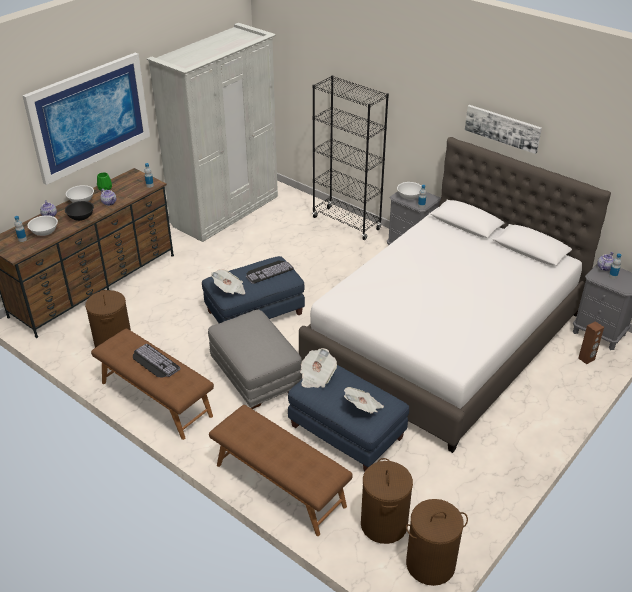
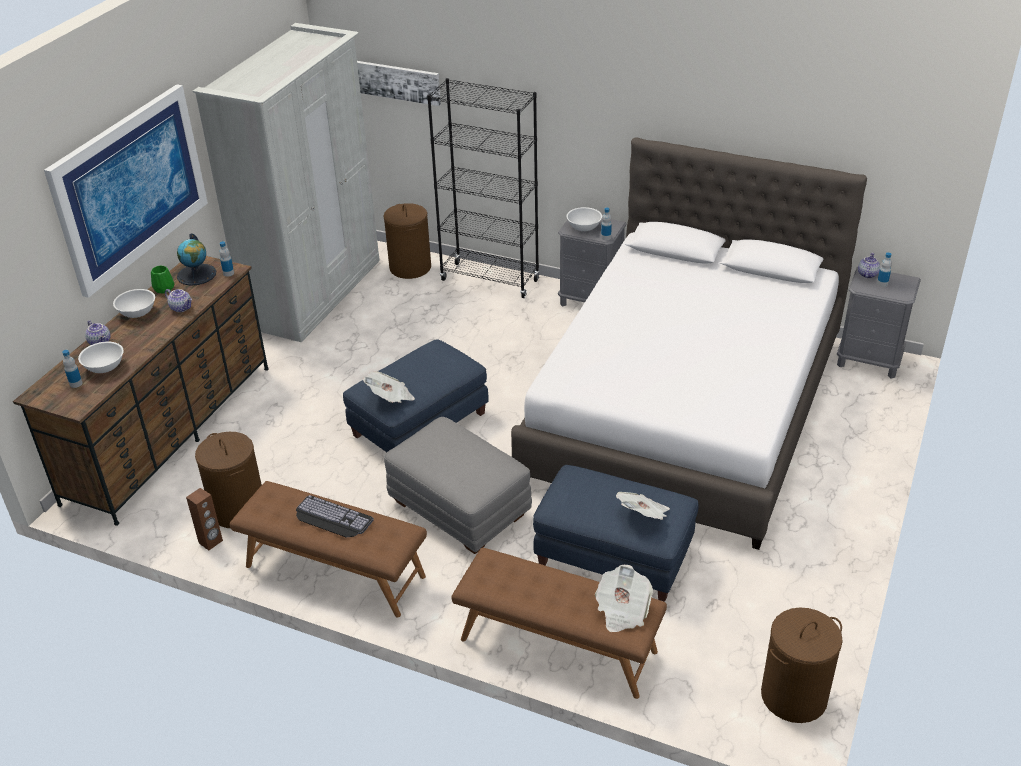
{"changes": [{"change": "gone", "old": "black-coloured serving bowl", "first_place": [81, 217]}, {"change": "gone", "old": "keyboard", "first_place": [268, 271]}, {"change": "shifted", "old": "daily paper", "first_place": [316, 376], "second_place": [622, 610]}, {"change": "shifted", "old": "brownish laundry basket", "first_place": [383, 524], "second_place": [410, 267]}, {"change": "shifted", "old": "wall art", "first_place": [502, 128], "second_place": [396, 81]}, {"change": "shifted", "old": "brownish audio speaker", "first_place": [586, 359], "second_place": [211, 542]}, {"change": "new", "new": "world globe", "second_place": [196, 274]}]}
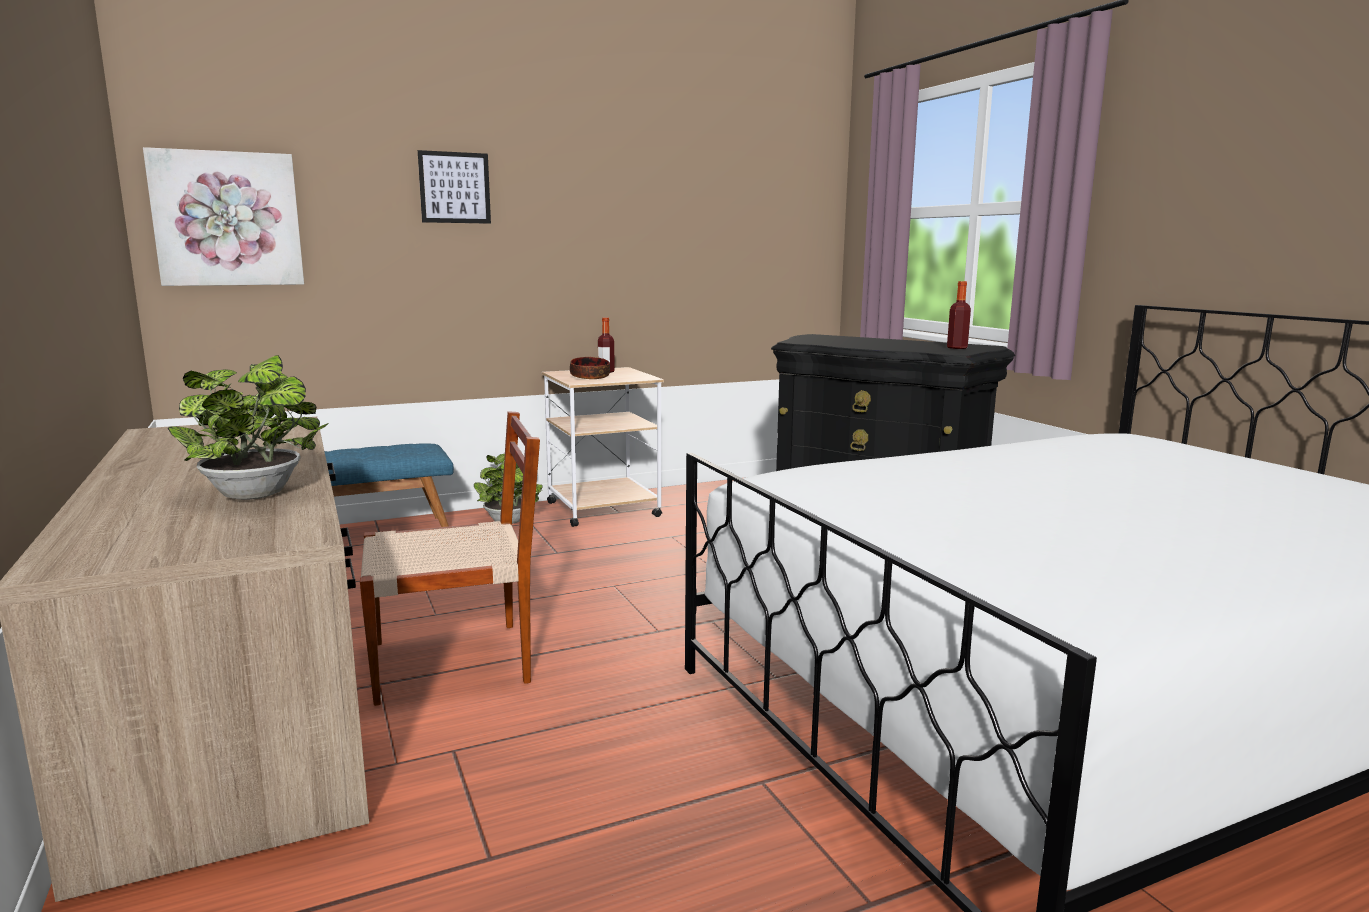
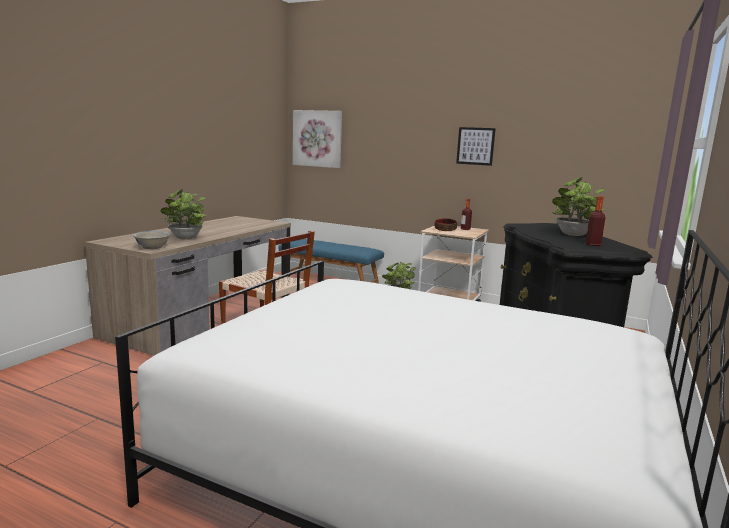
{"changes": [{"change": "shifted", "old": "wall art", "first_place": [454, 187], "second_place": [475, 146]}, {"change": "new", "new": "whitish serving bowl", "second_place": [152, 247]}, {"change": "new", "new": "houseplant", "second_place": [573, 235]}]}
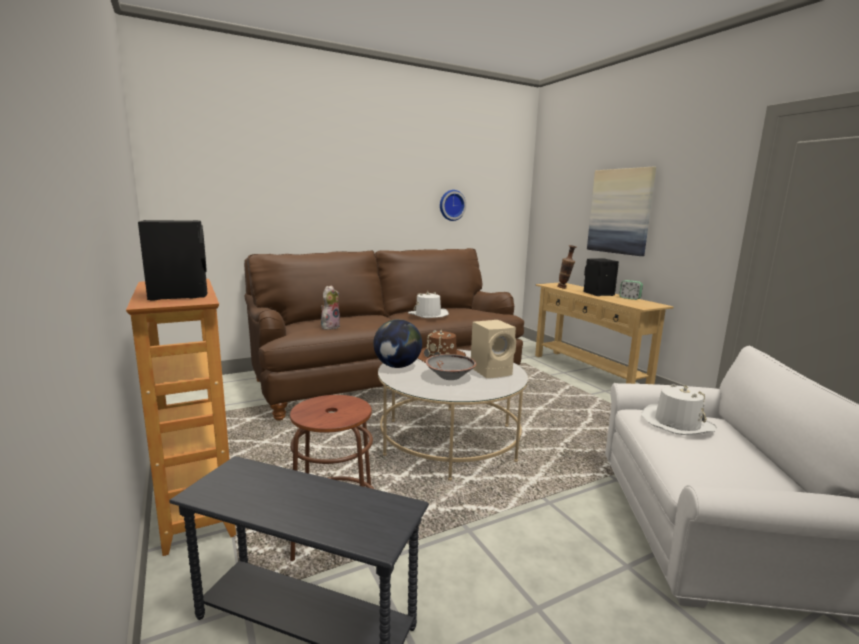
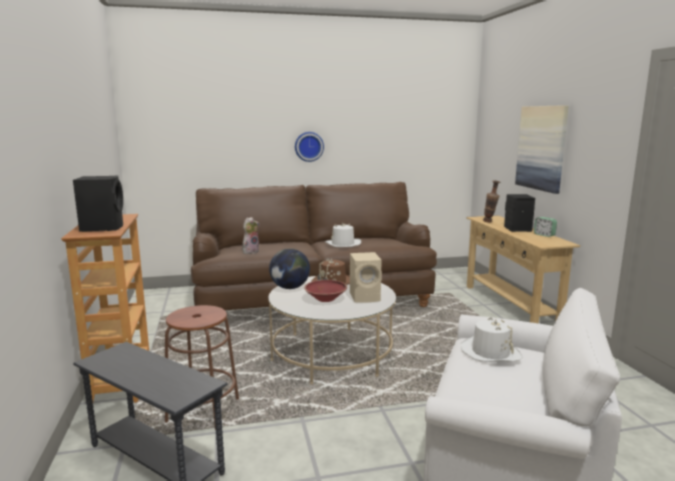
{"changes": [{"change": "repainted", "old": "greyish serving bowl", "new": "red serving bowl", "first_place": [450, 376], "second_place": [325, 299]}, {"change": "shifted", "old": "wall clock", "first_place": [451, 205], "second_place": [308, 146]}]}
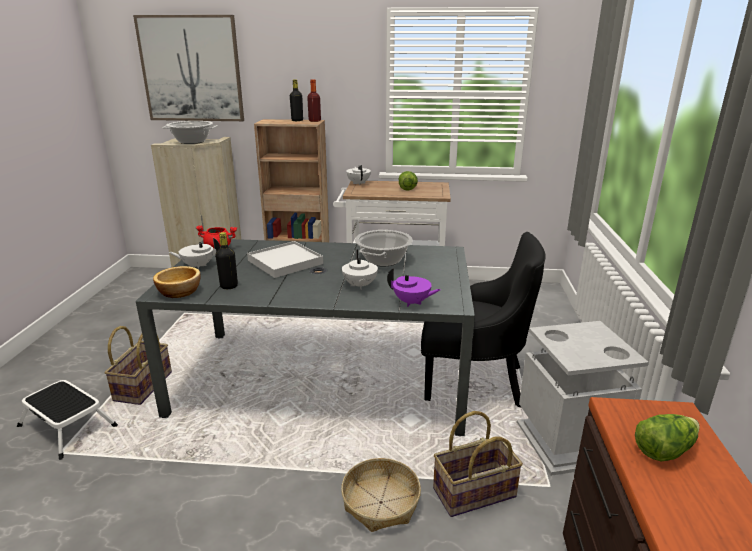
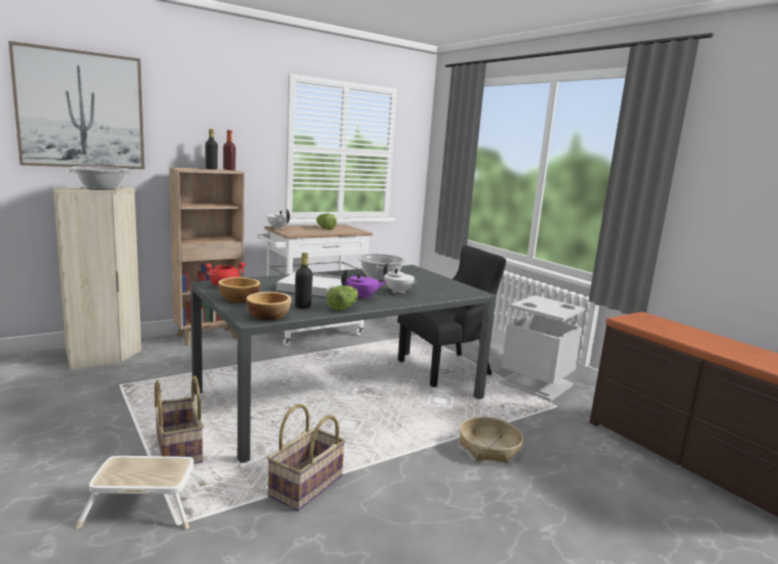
{"changes": [{"change": "repainted", "old": "black-coloured step ladder", "new": "beige step ladder", "first_place": [67, 426], "second_place": [144, 505]}, {"change": "swapped", "old": "whitish pot for tea", "new": "serving bowl", "first_place": [197, 266], "second_place": [238, 299]}, {"change": "shifted", "old": "purplish pot for tea", "first_place": [412, 302], "second_place": [362, 297]}, {"change": "shifted", "old": "household basket", "first_place": [474, 493], "second_place": [307, 486]}, {"change": "shifted", "old": "lettuce", "first_place": [664, 449], "second_place": [343, 307]}]}
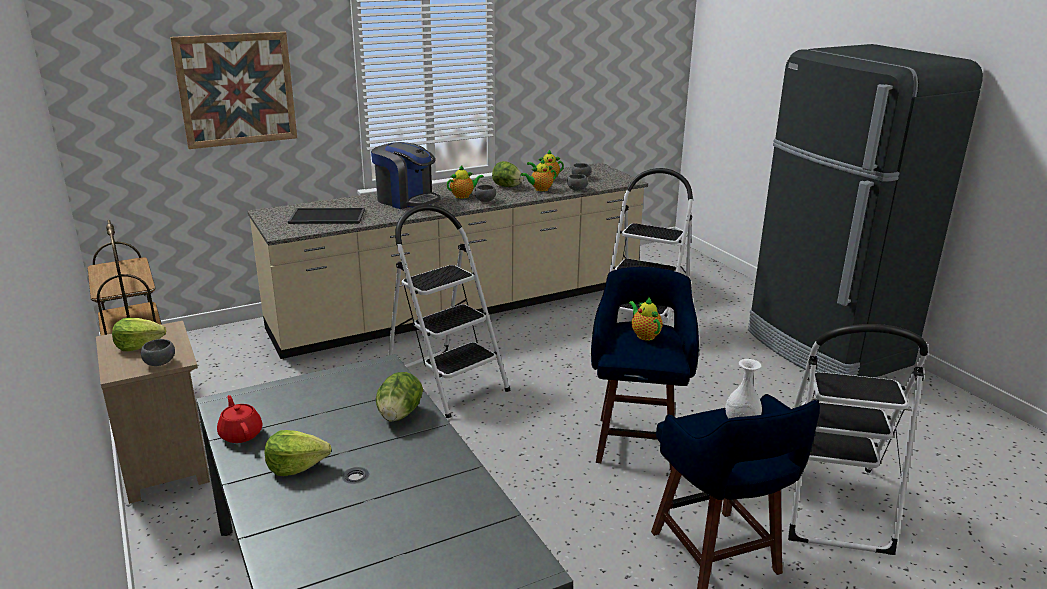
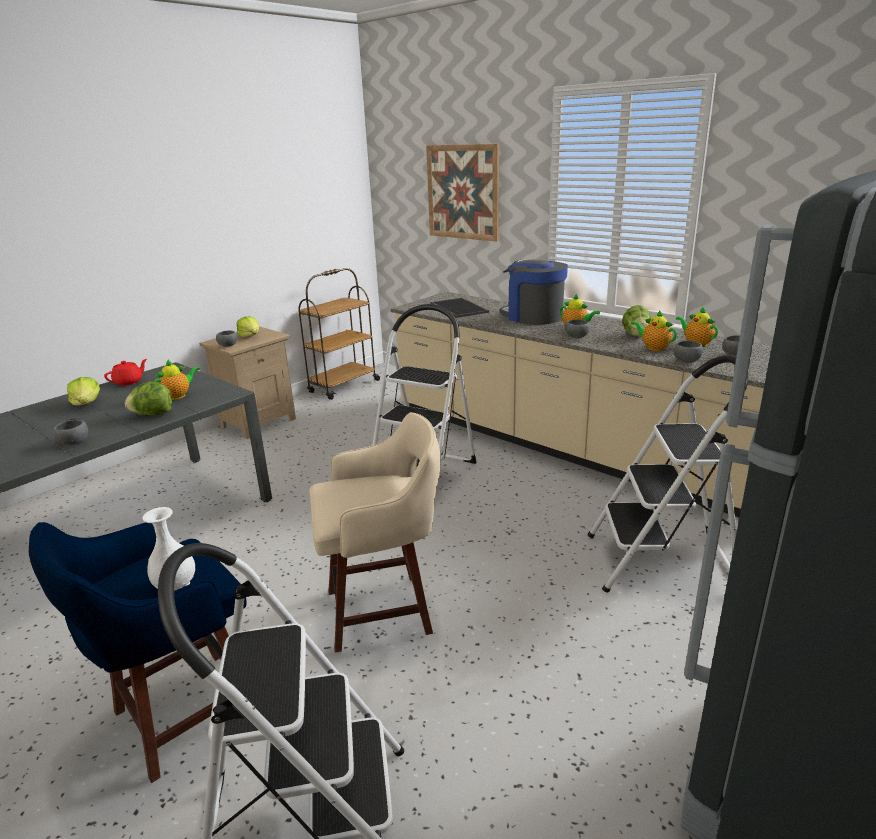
{"changes": [{"change": "rotated", "old": "coffee machine", "first_place": [406, 200], "second_place": [533, 316], "degrees": 120}, {"change": "repainted", "old": "blue-coloured sitting stool", "new": "beige sitting stool", "first_place": [637, 440], "second_place": [384, 611]}, {"change": "shifted", "old": "pot for tea", "first_place": [644, 335], "second_place": [178, 396]}, {"change": "new", "new": "greyish serving bowl", "second_place": [74, 442]}]}
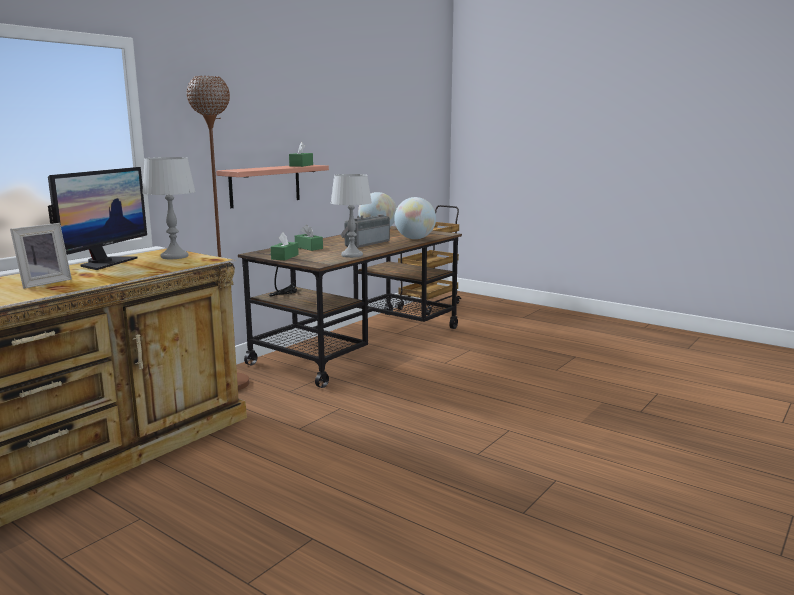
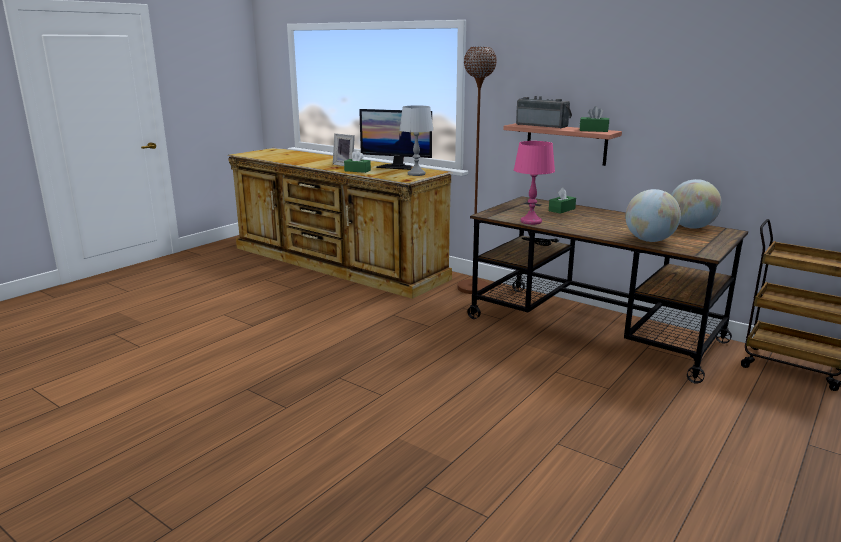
{"changes": [{"change": "shifted", "old": "green tissue box", "first_place": [285, 257], "second_place": [357, 170]}, {"change": "repainted", "old": "greyish table lamp", "new": "pink-coloured table lamp", "first_place": [352, 255], "second_place": [530, 221]}, {"change": "shifted", "old": "radio set", "first_place": [365, 243], "second_place": [543, 125]}]}
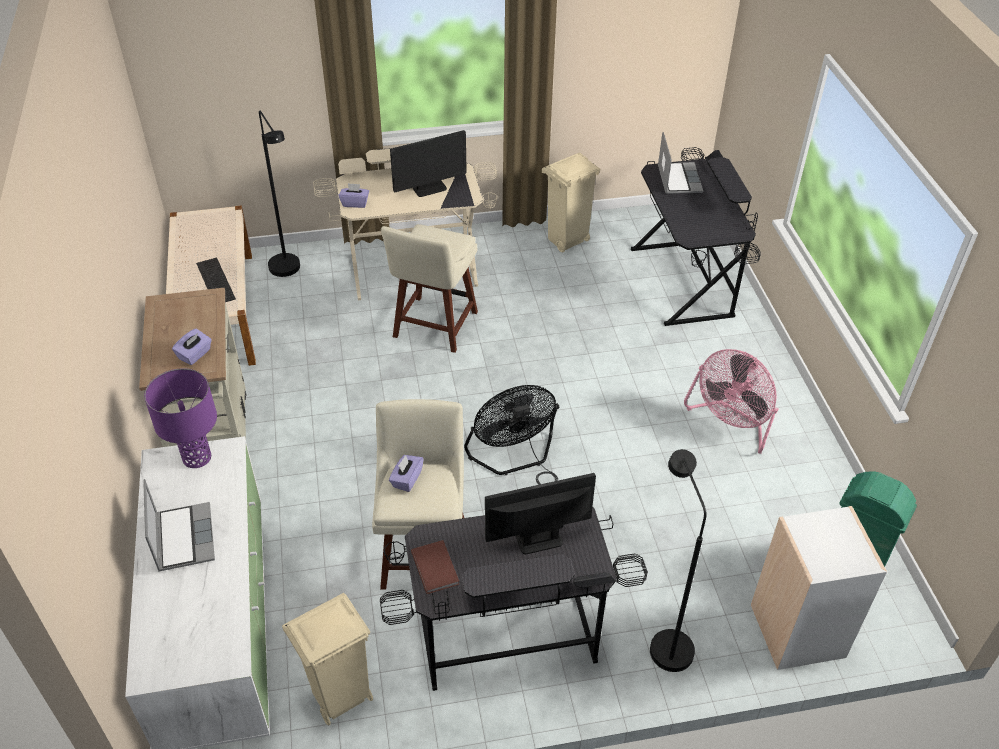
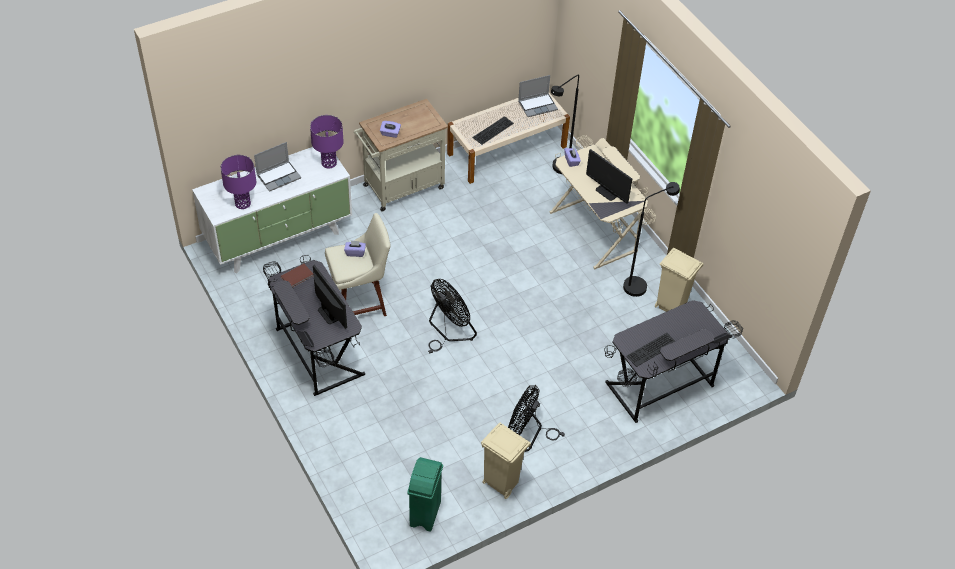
{"changes": [{"change": "shifted", "old": "beige trash can", "first_place": [340, 699], "second_place": [501, 483]}, {"change": "gone", "old": "beige sitting stool", "first_place": [433, 327]}, {"change": "shifted", "old": "black-coloured standing lamp", "first_place": [666, 641], "second_place": [640, 284]}, {"change": "shifted", "old": "notebook computer", "first_place": [678, 179], "second_place": [538, 105]}, {"change": "repainted", "old": "pink-coloured electric fan", "new": "black-coloured electric fan", "first_place": [730, 419], "second_place": [527, 433]}, {"change": "gone", "old": "bookshelf", "first_place": [796, 631]}, {"change": "new", "new": "purplish table lamp", "second_place": [242, 203]}, {"change": "new", "new": "keyboard", "second_place": [652, 350]}]}
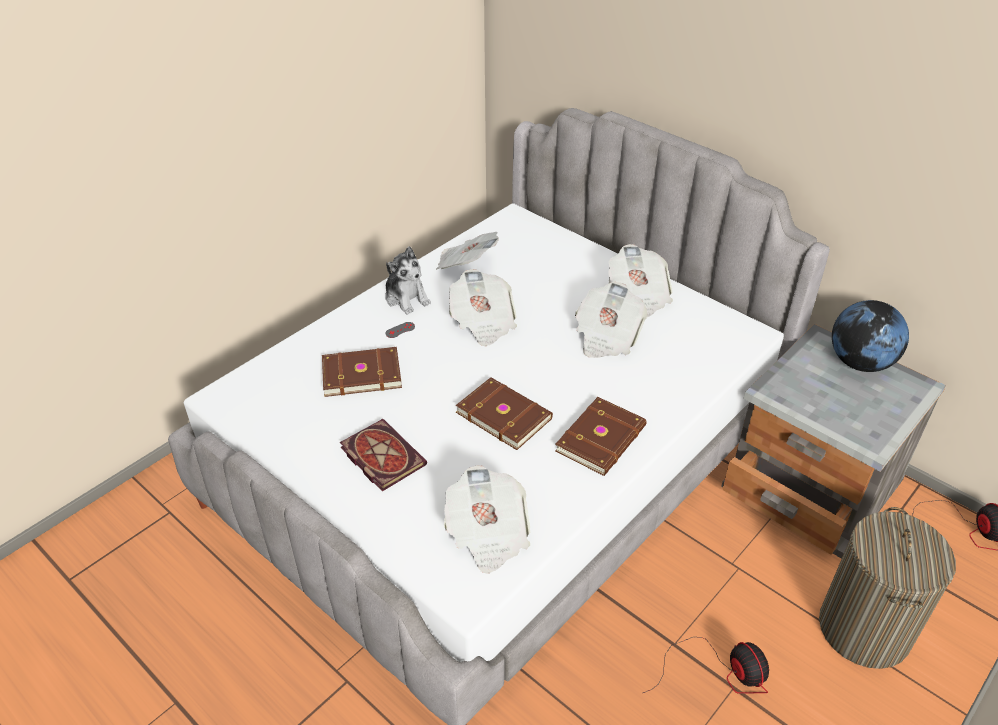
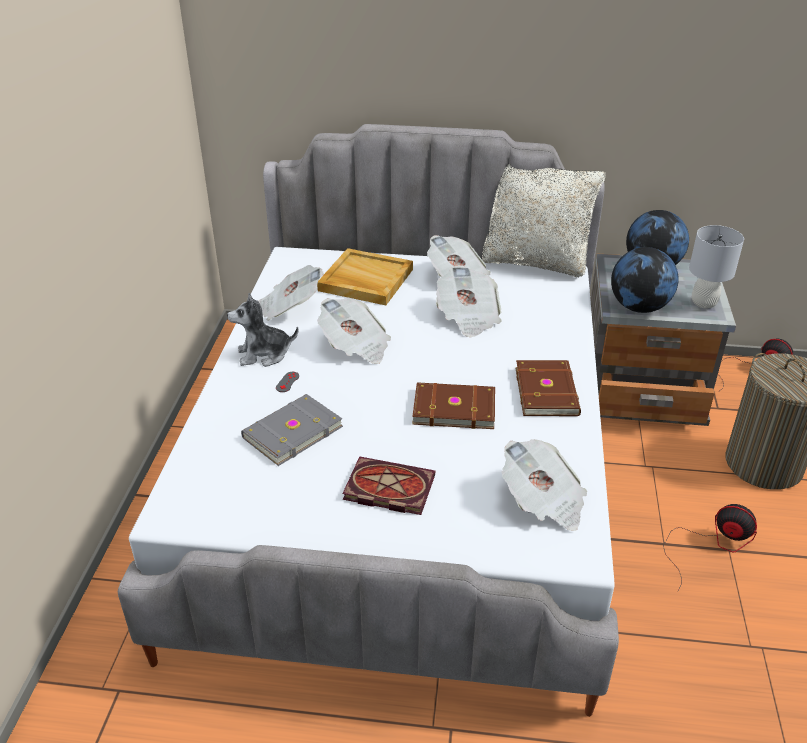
{"changes": [{"change": "repainted", "old": "brownish volume", "new": "greyish volume", "first_place": [361, 373], "second_place": [291, 432]}, {"change": "rotated", "old": "plush toy", "first_place": [406, 298], "second_place": [264, 354], "degrees": 150}, {"change": "new", "new": "beige tray", "second_place": [365, 280]}, {"change": "new", "new": "beige pillow", "second_place": [535, 264]}, {"change": "new", "new": "world globe", "second_place": [639, 307]}, {"change": "new", "new": "greyish table lamp", "second_place": [704, 303]}]}
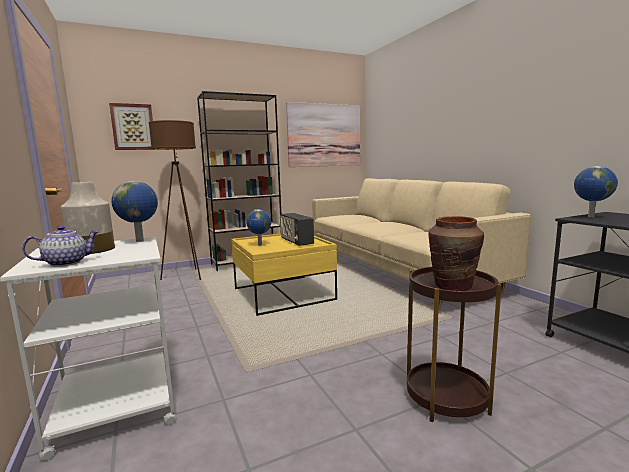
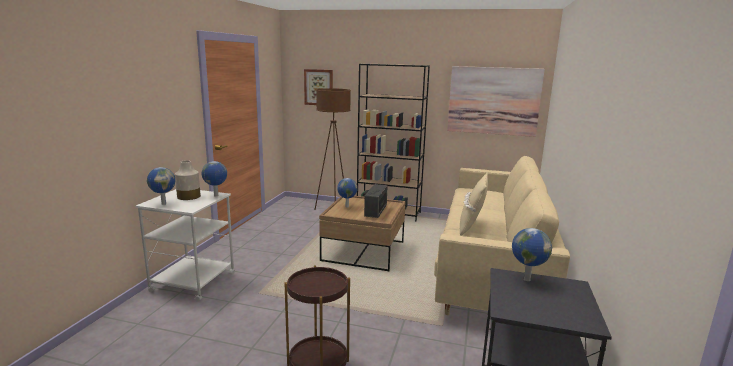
{"changes": [{"change": "swapped", "old": "pot for tea", "new": "world globe", "first_place": [66, 263], "second_place": [164, 204]}, {"change": "repainted", "old": "yellow-coloured low table", "new": "brownish low table", "first_place": [283, 294], "second_place": [363, 251]}, {"change": "gone", "old": "brownish vase", "first_place": [452, 286]}, {"change": "new", "new": "beige pillow", "second_place": [471, 227]}]}
